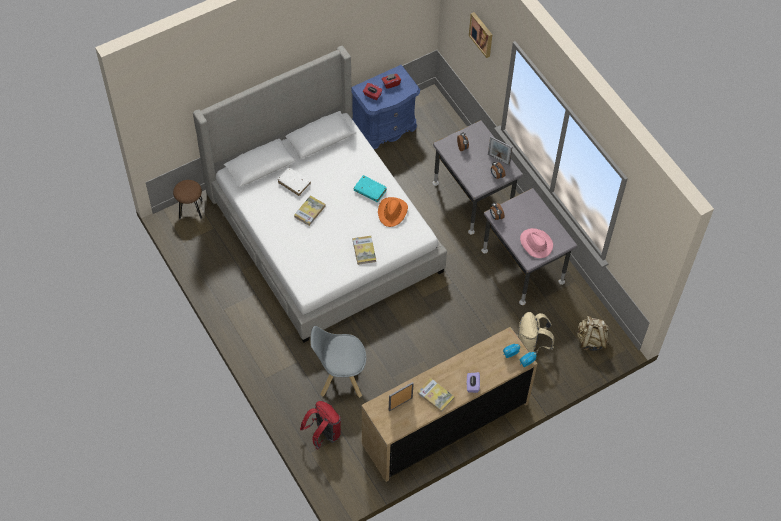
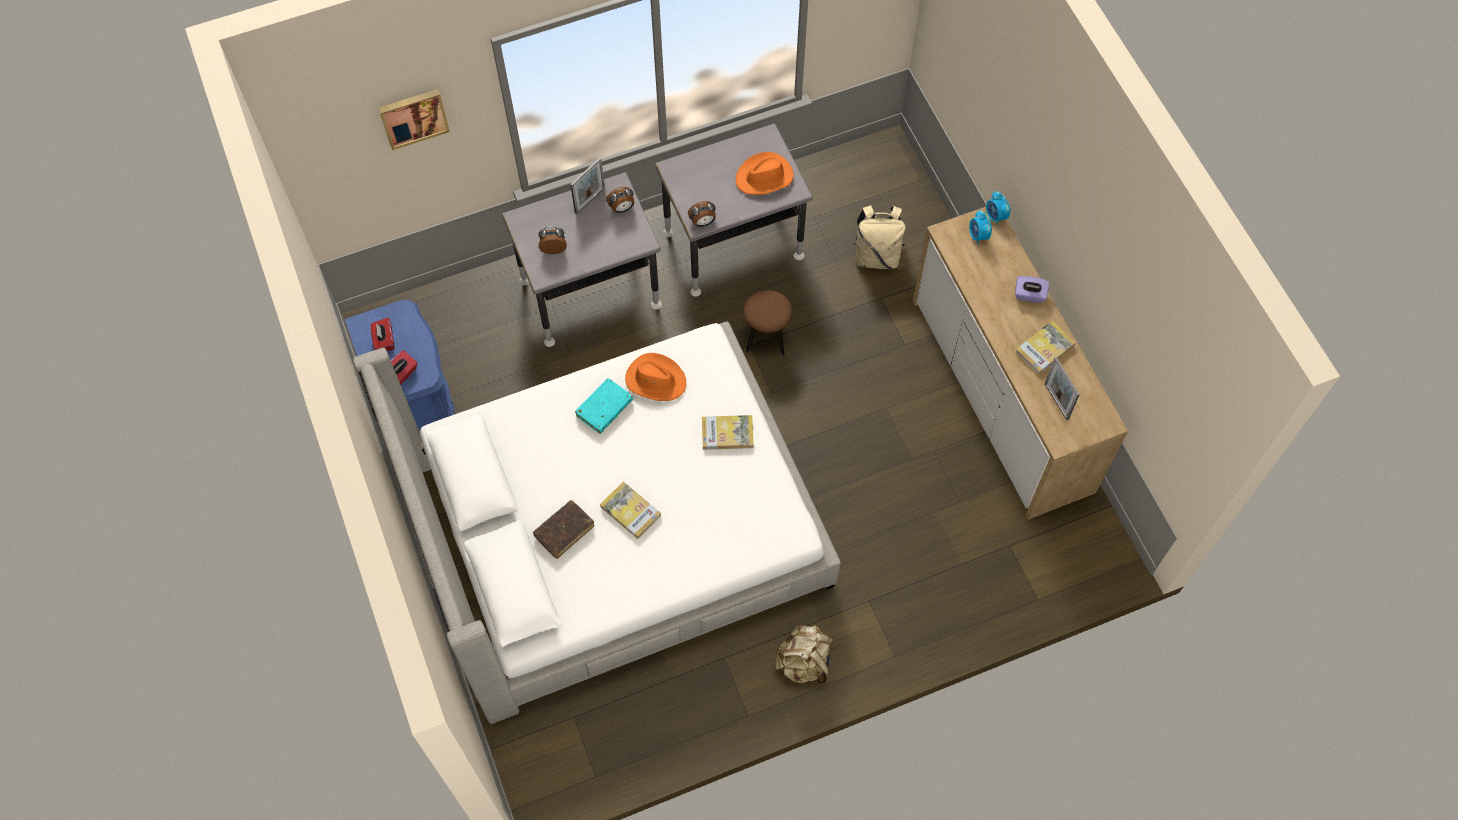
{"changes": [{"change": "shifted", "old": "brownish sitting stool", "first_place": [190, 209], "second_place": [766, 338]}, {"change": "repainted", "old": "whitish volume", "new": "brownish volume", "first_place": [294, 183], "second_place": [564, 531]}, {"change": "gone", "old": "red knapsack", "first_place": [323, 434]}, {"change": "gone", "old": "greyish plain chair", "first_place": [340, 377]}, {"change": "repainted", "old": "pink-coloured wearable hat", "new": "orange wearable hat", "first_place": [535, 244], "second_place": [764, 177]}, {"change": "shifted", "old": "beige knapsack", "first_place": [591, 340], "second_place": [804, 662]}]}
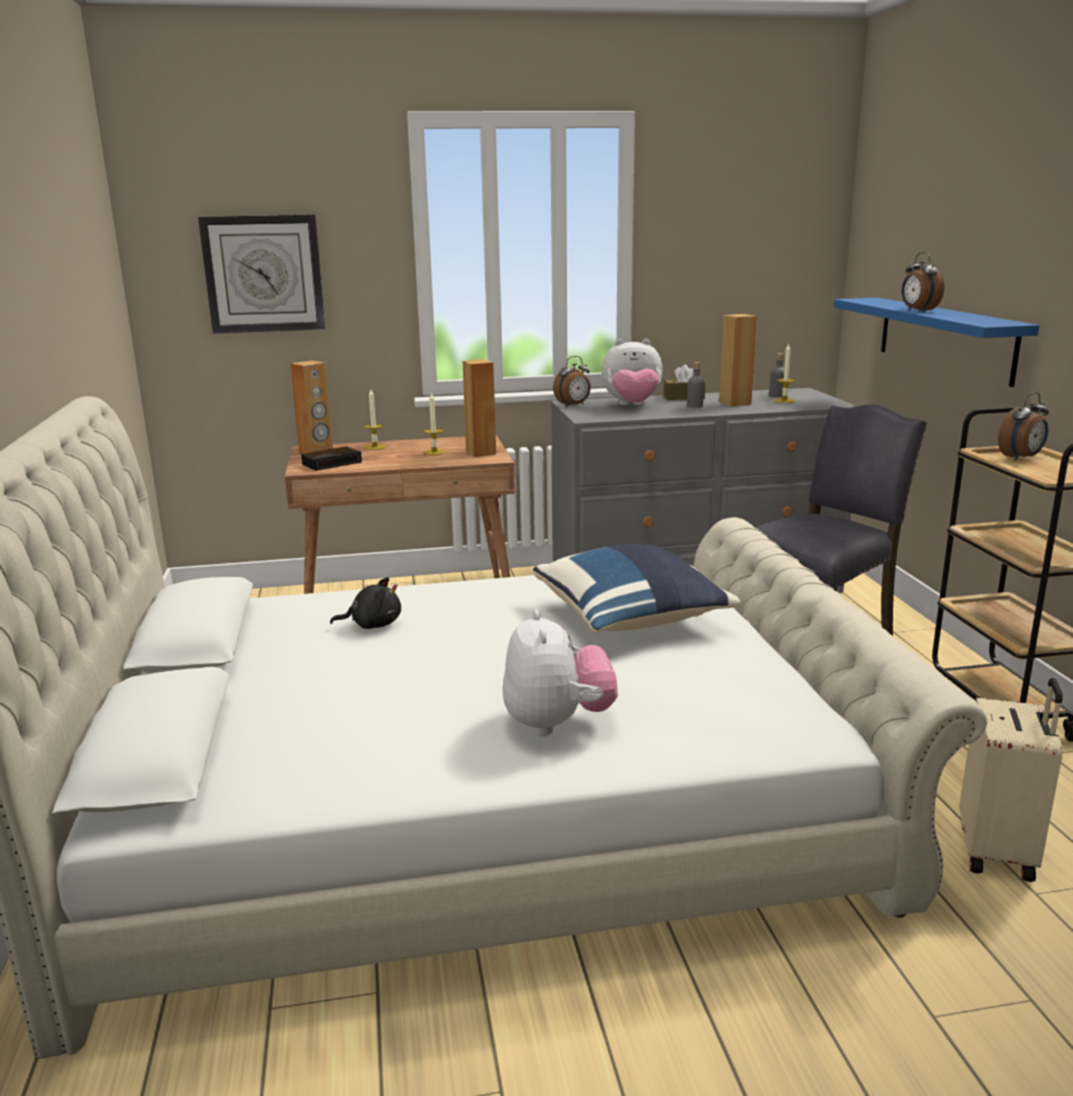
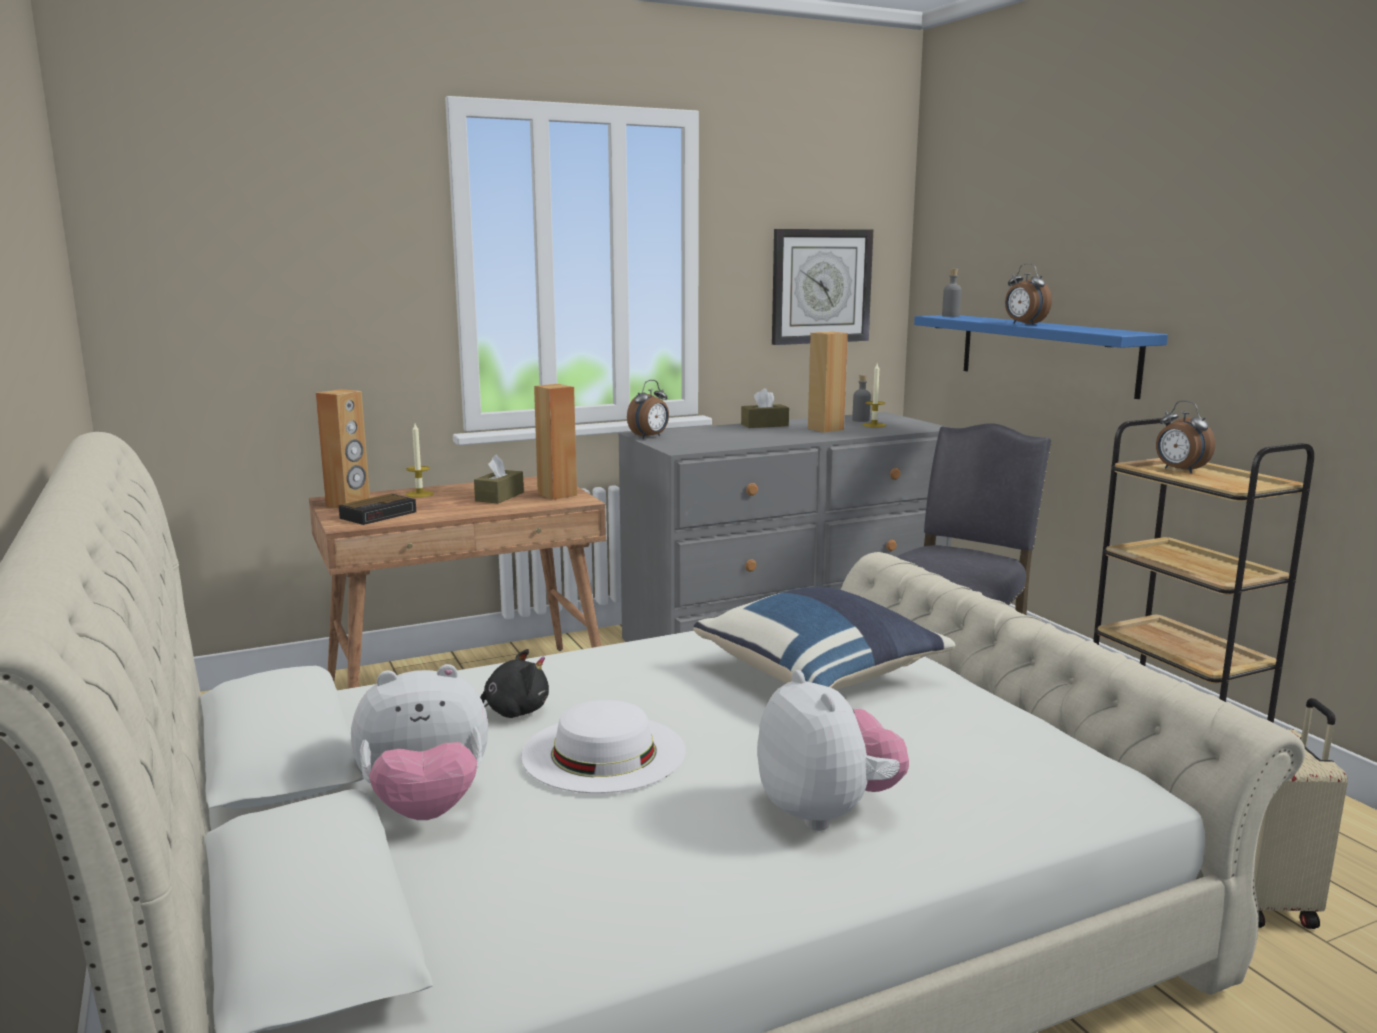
{"changes": [{"change": "shifted", "old": "wall clock", "first_place": [264, 274], "second_place": [821, 286]}, {"change": "swapped", "old": "wax light", "new": "brownish tissue box", "first_place": [434, 452], "second_place": [499, 496]}, {"change": "shifted", "old": "plush toy", "first_place": [632, 406], "second_place": [426, 807]}, {"change": "shifted", "old": "greyish bottle", "first_place": [695, 406], "second_place": [950, 316]}, {"change": "rotated", "old": "alarm clock", "first_place": [1021, 458], "second_place": [1179, 470], "degrees": 105}, {"change": "new", "new": "whitish wearable hat", "second_place": [603, 752]}]}
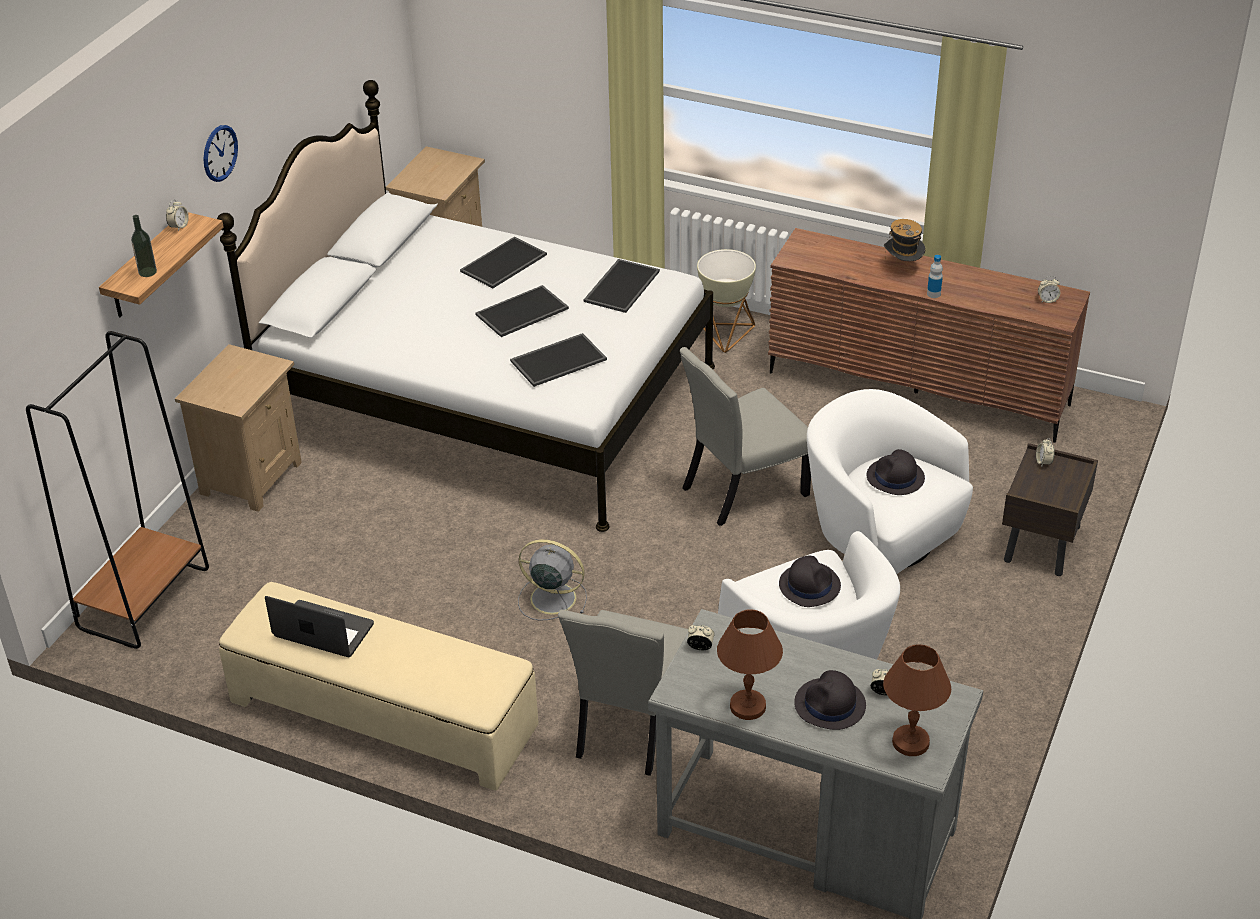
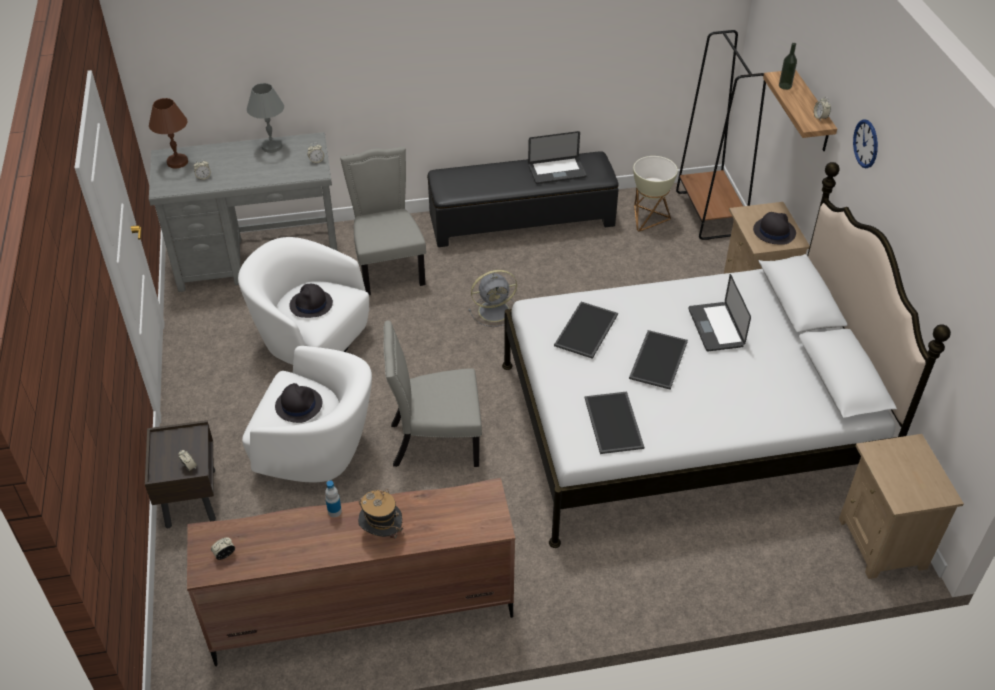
{"changes": [{"change": "repainted", "old": "beige long seat", "new": "black-coloured long seat", "first_place": [381, 713], "second_place": [522, 219]}, {"change": "gone", "old": "tray", "first_place": [504, 264]}, {"change": "rotated", "old": "greyish plain chair", "first_place": [745, 488], "second_place": [436, 442], "degrees": -120}, {"change": "shifted", "old": "plant pot", "first_place": [725, 333], "second_place": [649, 219]}, {"change": "repainted", "old": "brownish table lamp", "new": "greyish table lamp", "first_place": [747, 706], "second_place": [272, 146]}, {"change": "shifted", "old": "black-coloured wearable hat", "first_place": [830, 705], "second_place": [774, 231]}, {"change": "new", "new": "notebook computer", "second_place": [715, 327]}]}
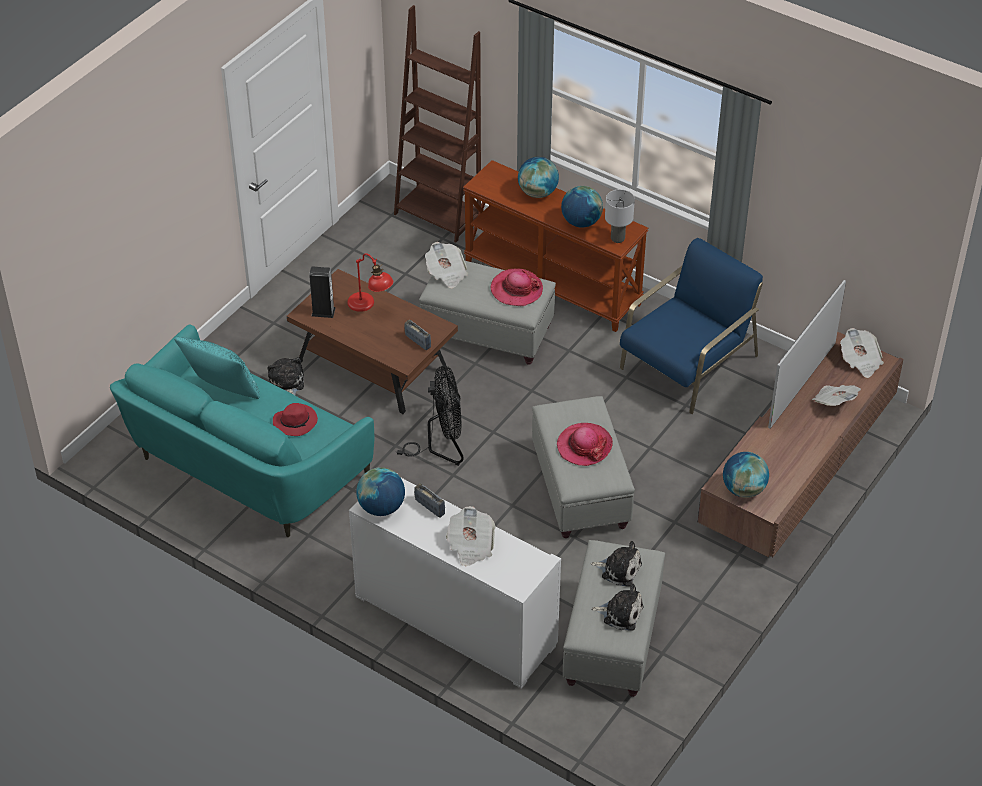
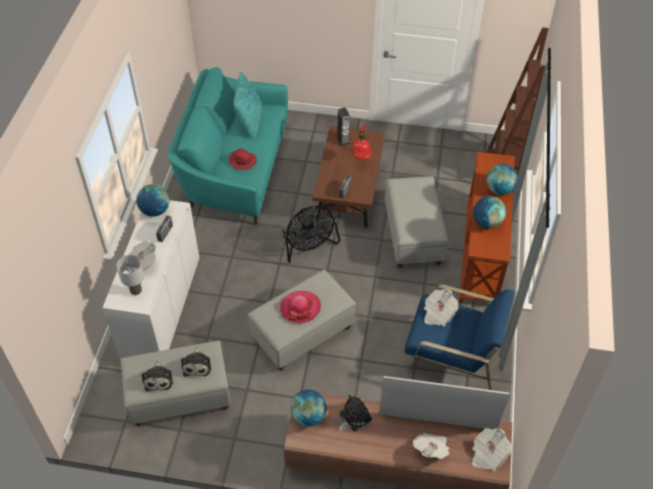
{"changes": [{"change": "shifted", "old": "plush toy", "first_place": [287, 384], "second_place": [353, 417]}, {"change": "shifted", "old": "daily paper", "first_place": [446, 274], "second_place": [438, 313]}, {"change": "gone", "old": "wearable hat", "first_place": [516, 289]}, {"change": "shifted", "old": "whitish table lamp", "first_place": [617, 239], "second_place": [135, 291]}]}
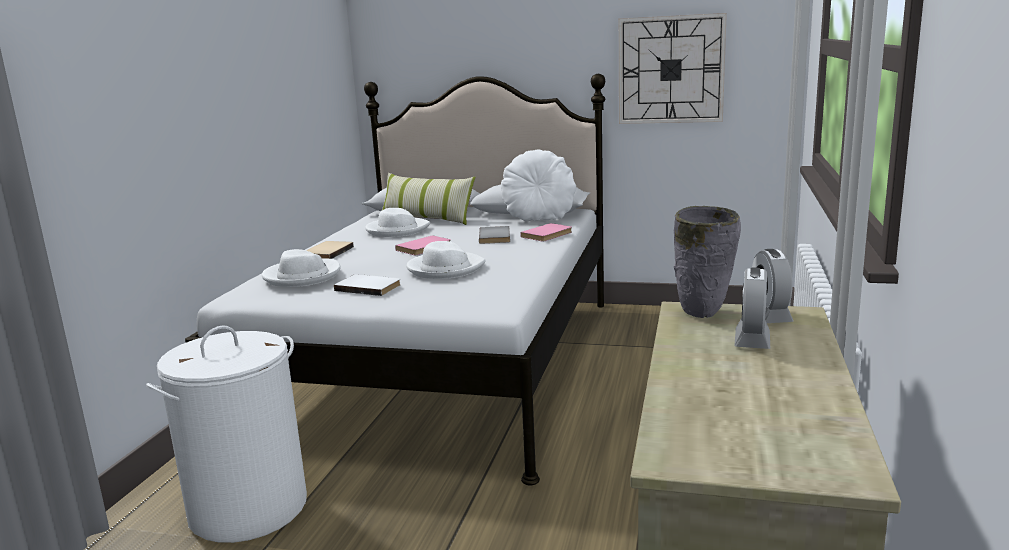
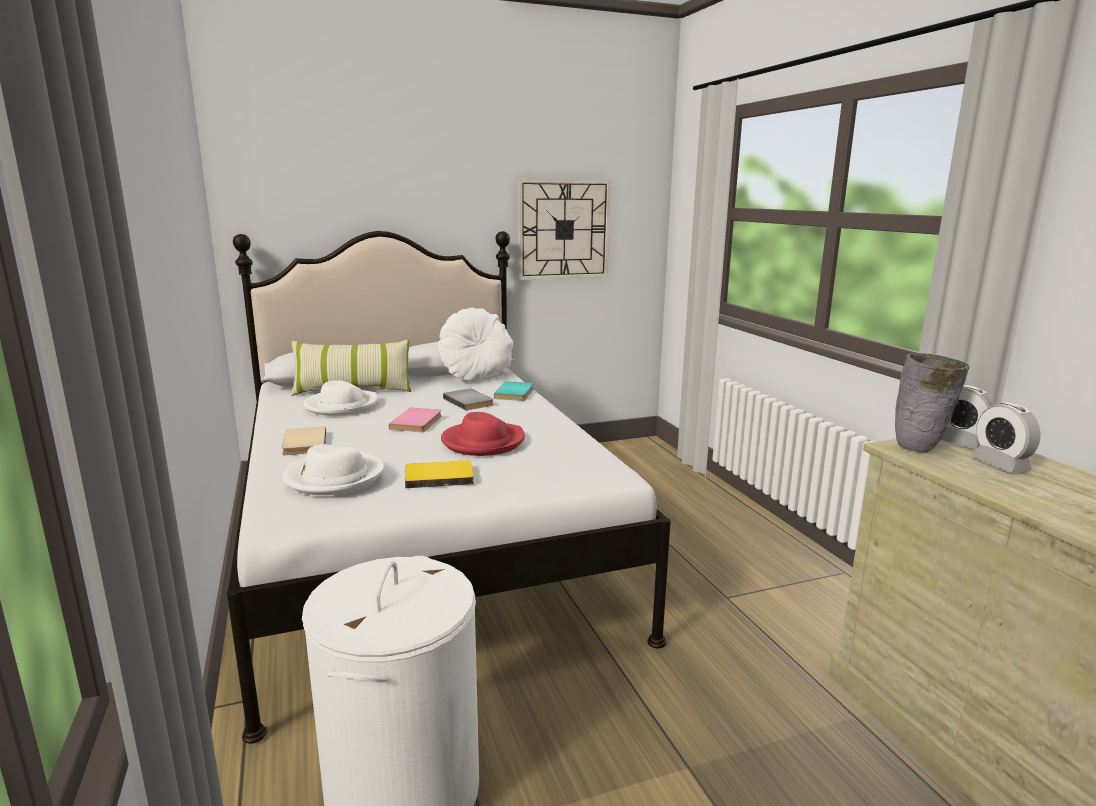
{"changes": [{"change": "repainted", "old": "whitish volume", "new": "yellow-coloured volume", "first_place": [369, 287], "second_place": [439, 476]}, {"change": "repainted", "old": "whitish wearable hat", "new": "red wearable hat", "first_place": [445, 268], "second_place": [483, 442]}, {"change": "repainted", "old": "pink-coloured volume", "new": "blue-green volume", "first_place": [548, 235], "second_place": [516, 393]}]}
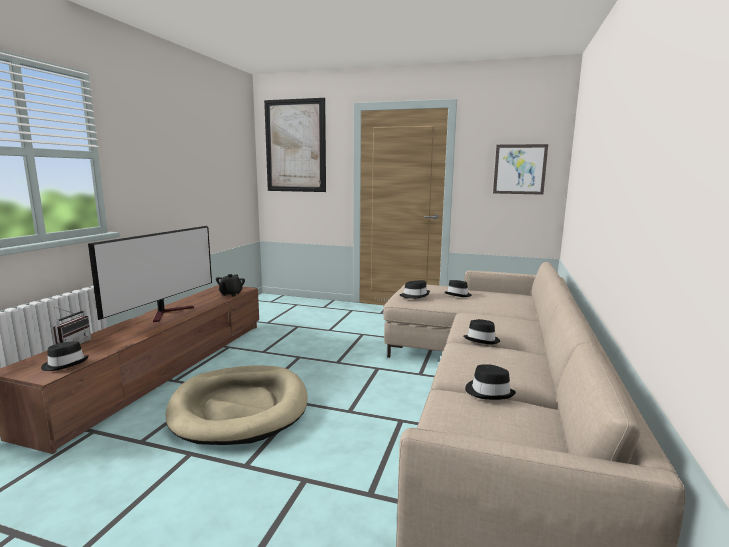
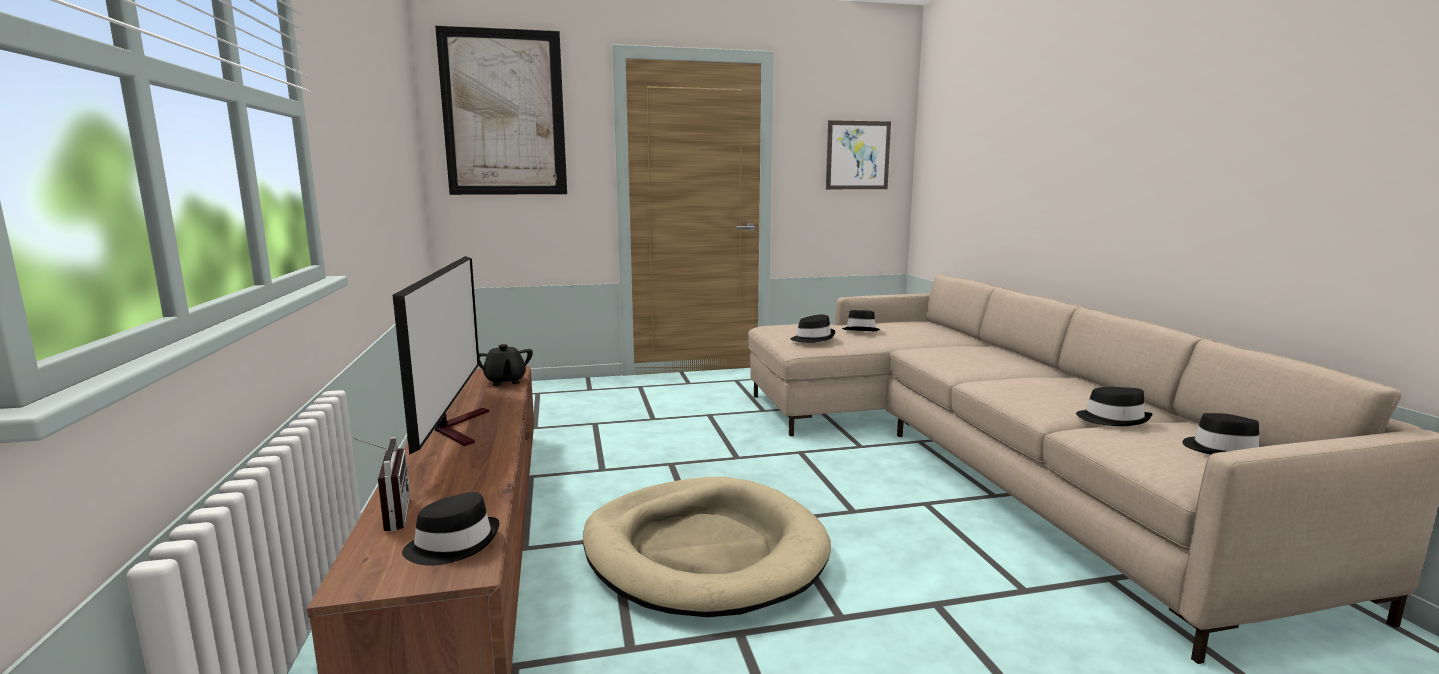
{"changes": [{"change": "shifted", "old": "black-coloured wearable hat", "first_place": [482, 339], "second_place": [1222, 450]}]}
